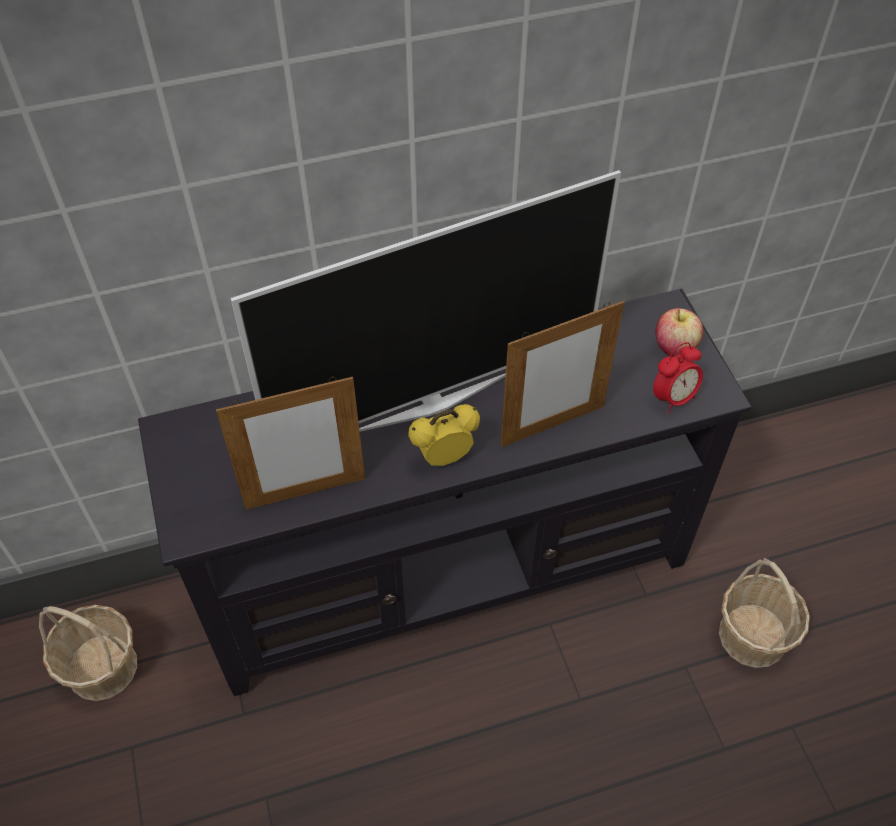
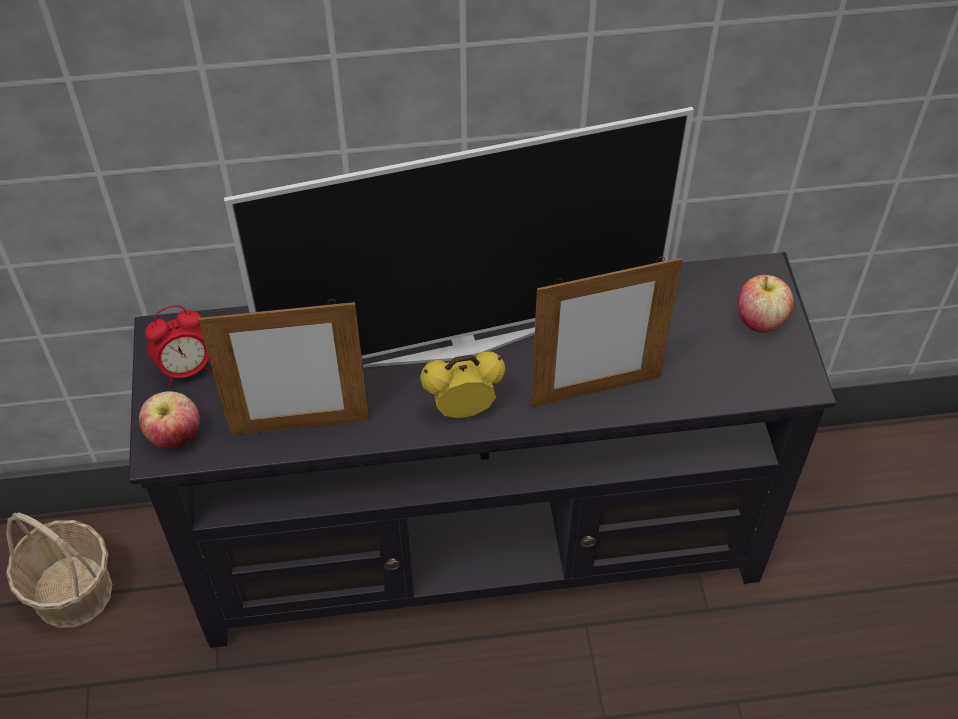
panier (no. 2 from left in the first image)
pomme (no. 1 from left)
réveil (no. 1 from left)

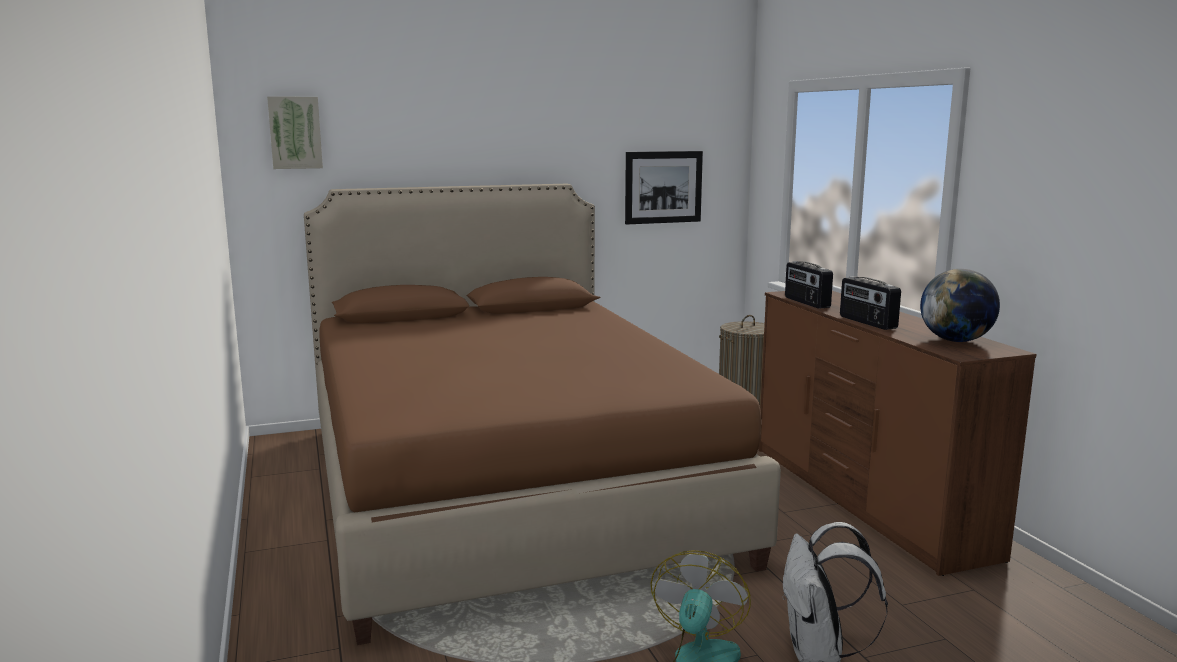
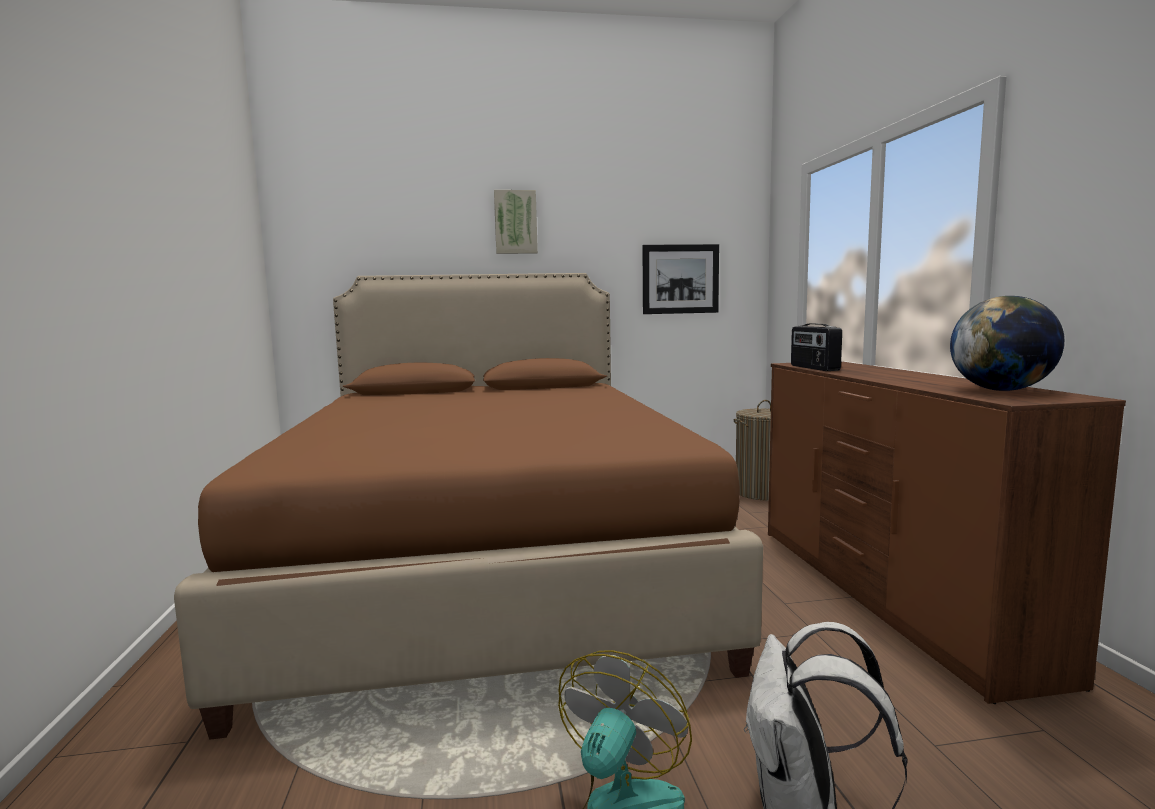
radio (no. 2 from left in the first image)
tableau (no. 1 from left)

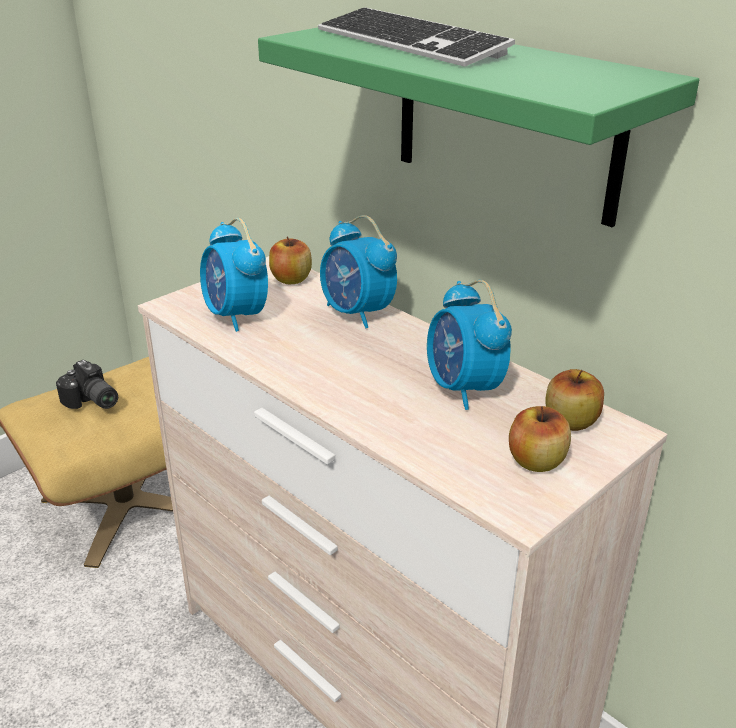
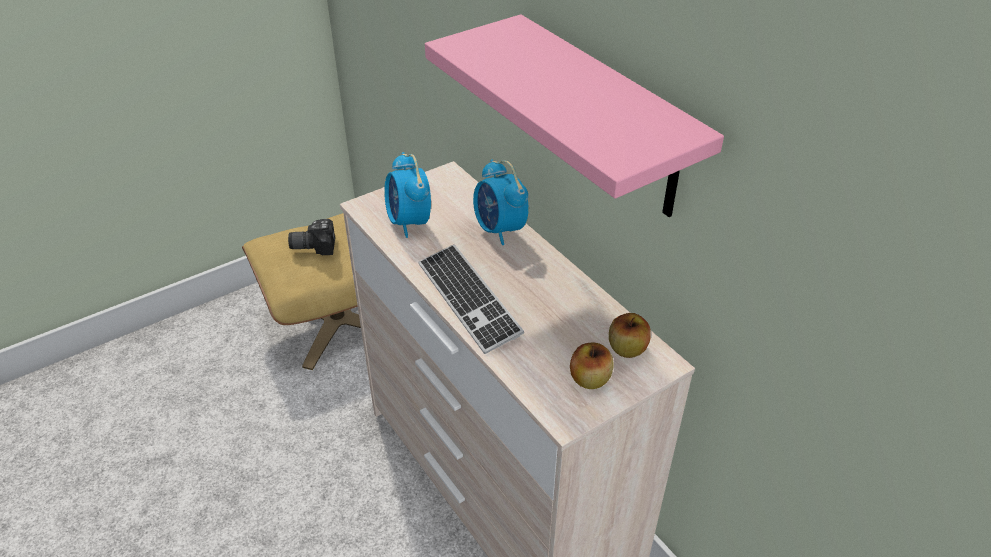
pomme (no. 1 from left in the first image)
réveil (no. 3 from left in the first image)
clavier
étagère (rose)
appareil photo

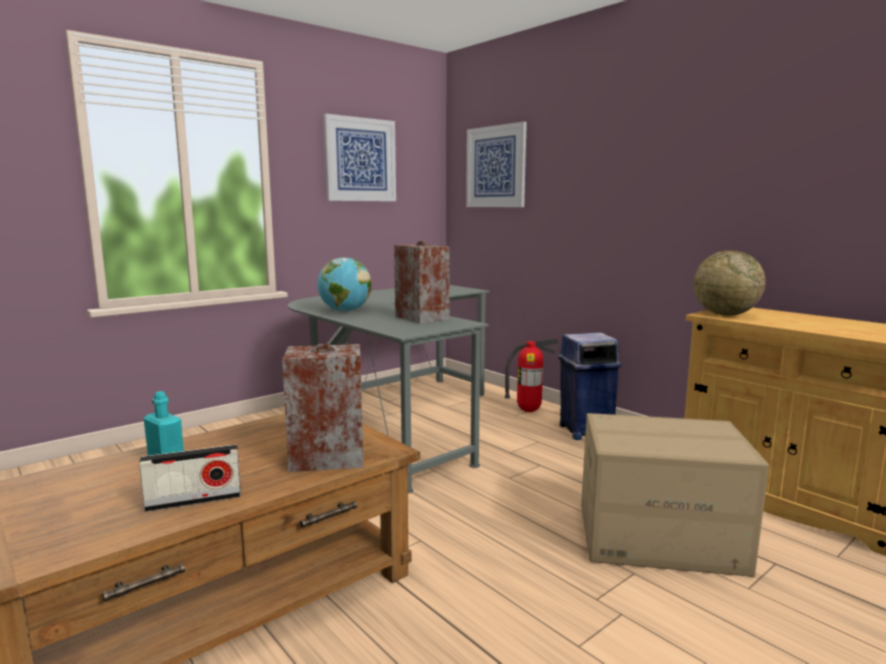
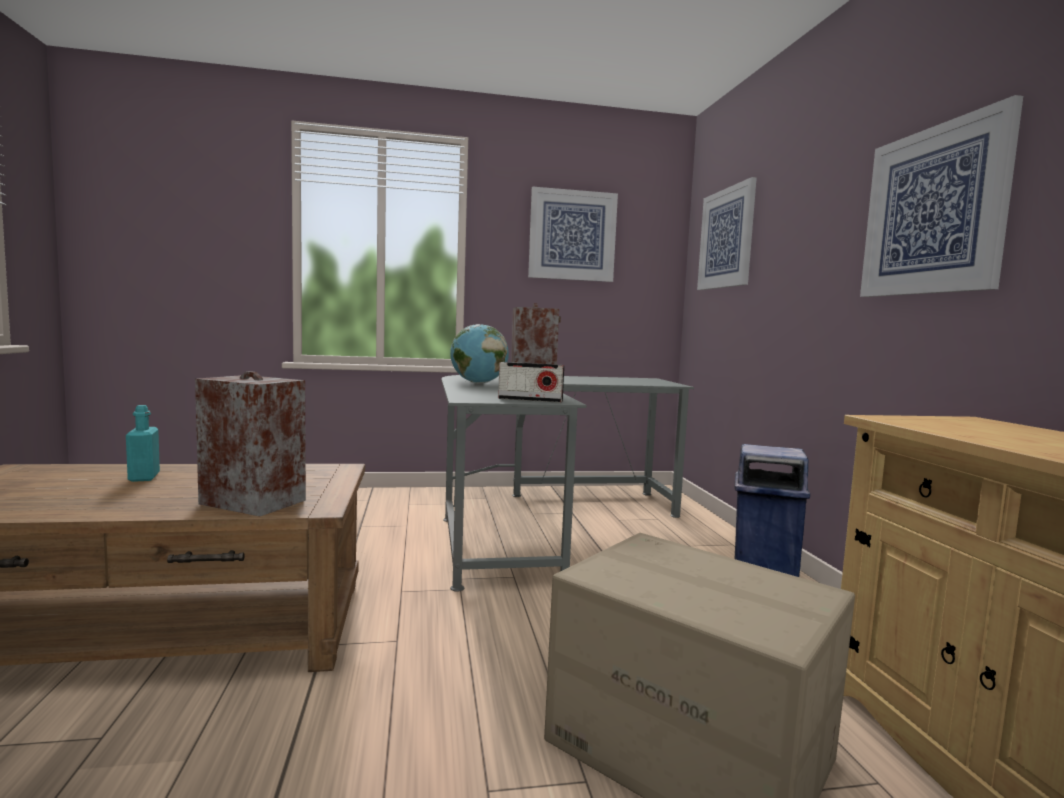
extincteur
globe (no. 2 from left in the first image)
tableau (no. 3 from left)
radio

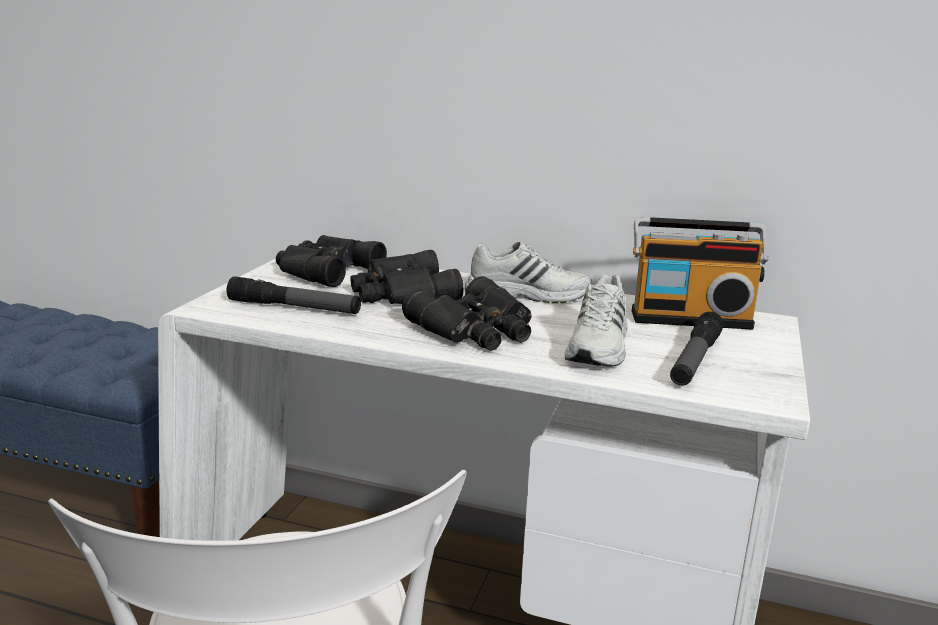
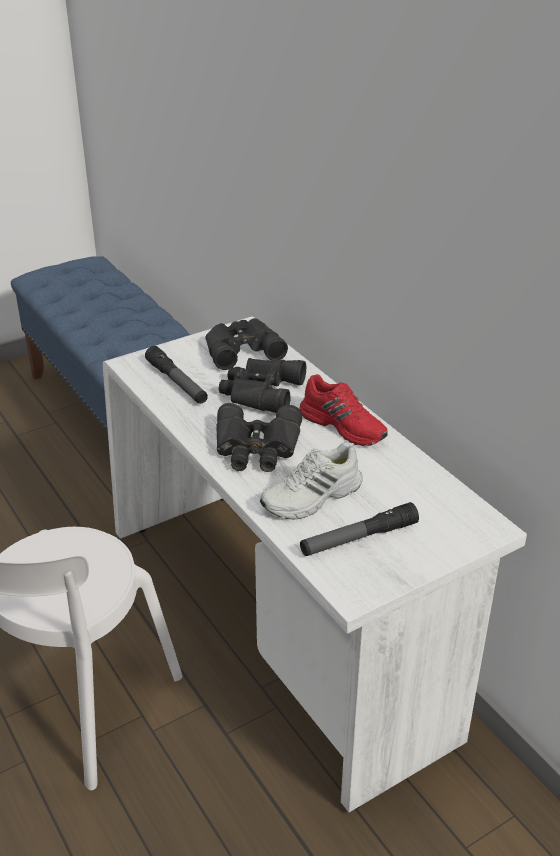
radio
chaussure (rouge)

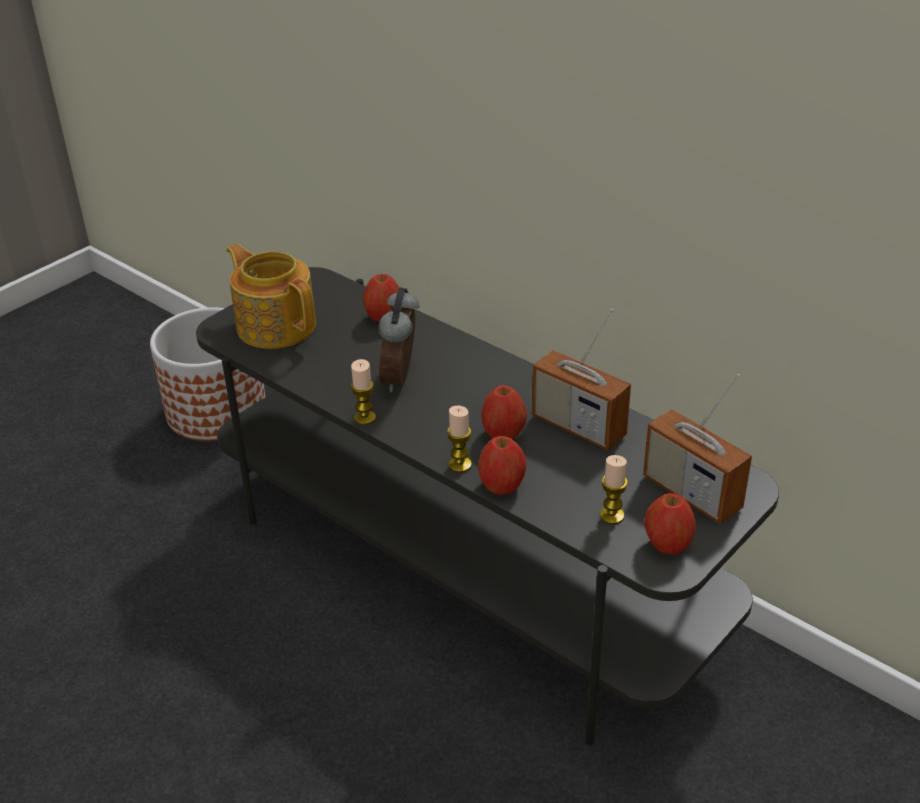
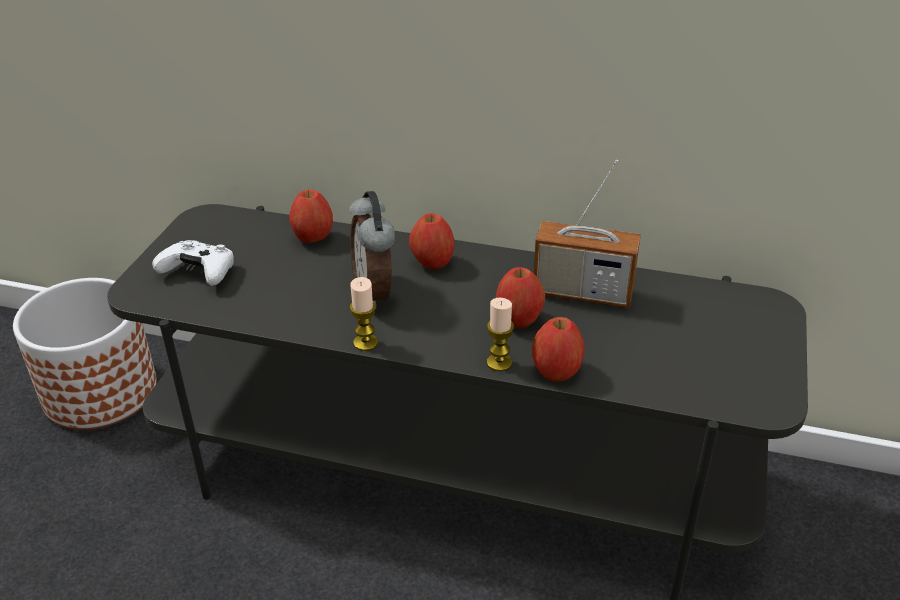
bougie (no. 3 from left in the first image)
radio (no. 2 from left in the first image)
pomme (no. 2 from left)
manette (blanc)

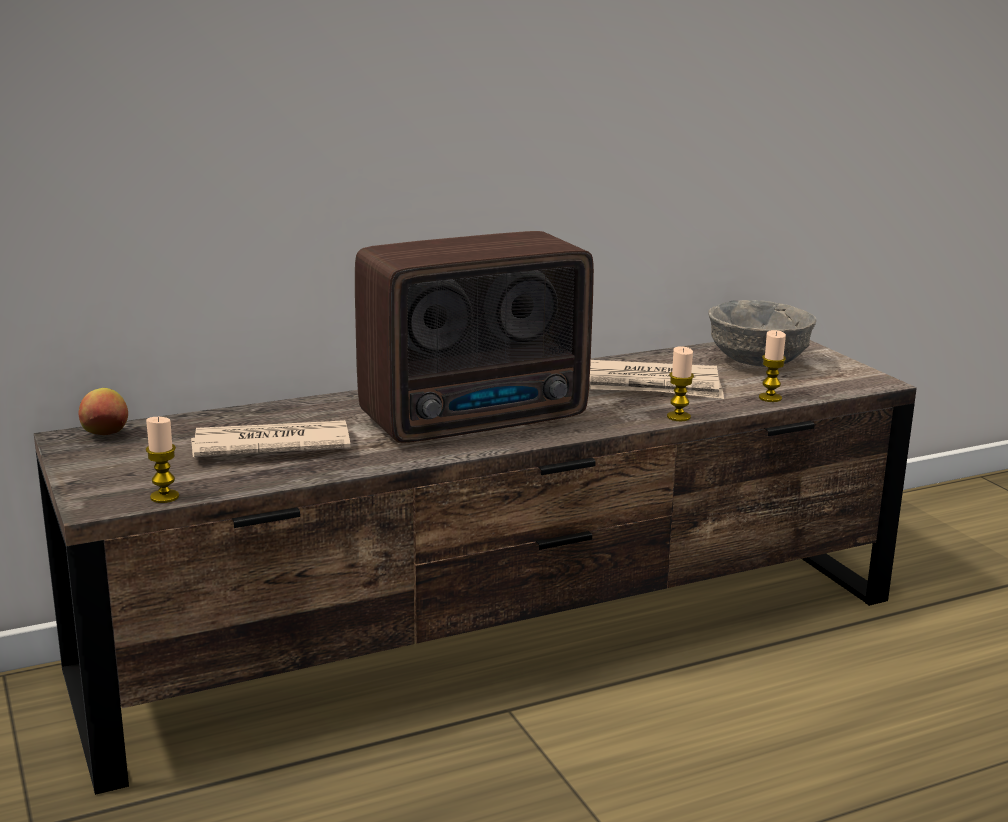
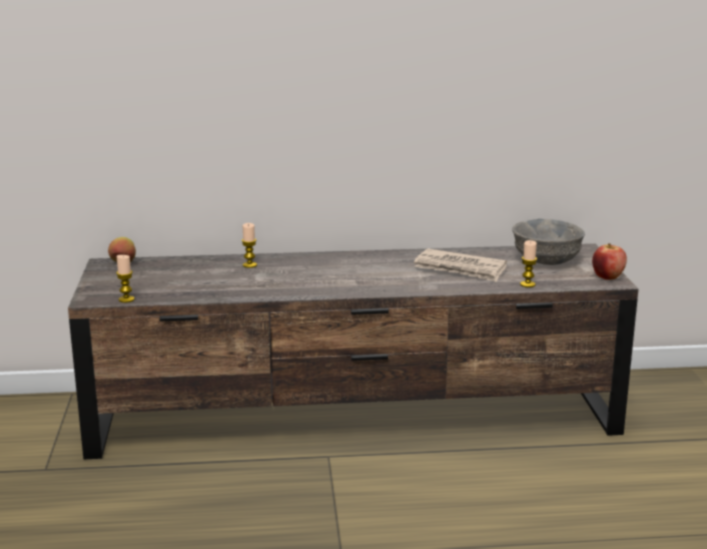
journal (no. 1 from left in the first image)
radio
pomme (no. 2 from left)
bougie (no. 2 from left)

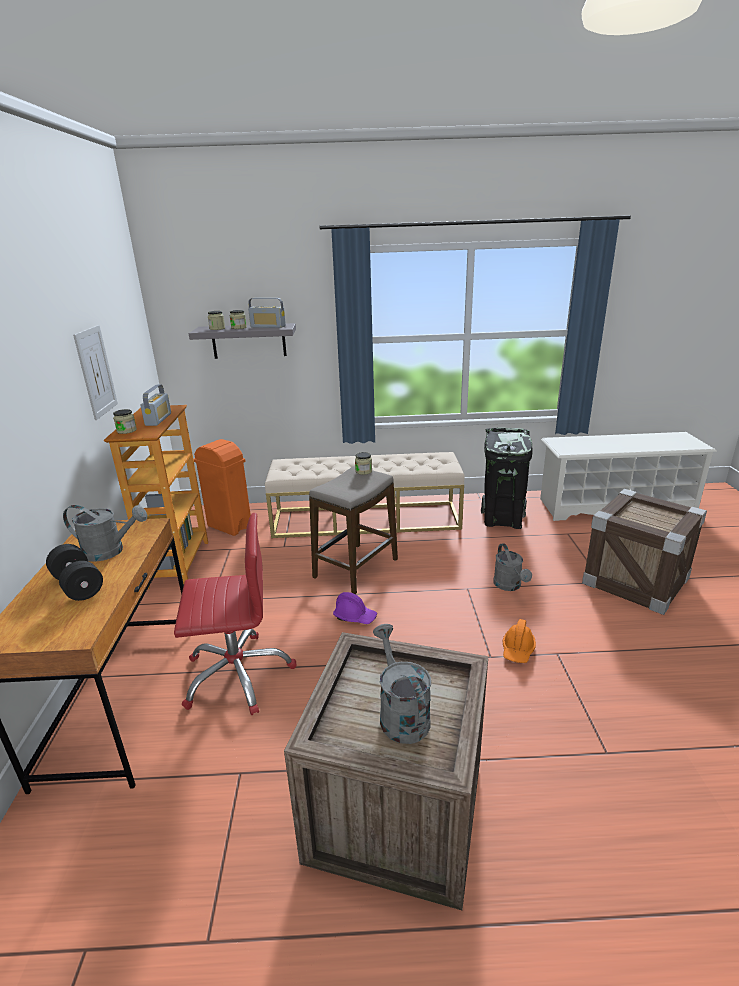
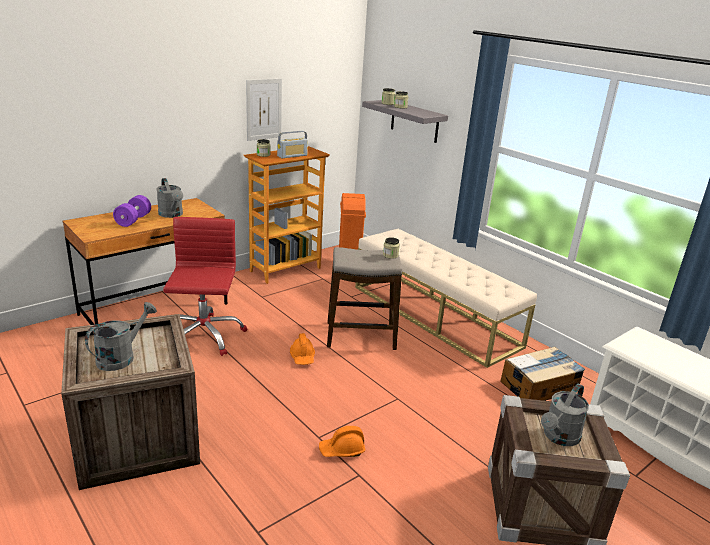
radio (no. 2 from left in the first image)
arrosoir (gris) (no. 3 from left)
carton
haltère (violet)
casque de chantier (orange) (no. 1 from left)
chaise de bureau (rouge)

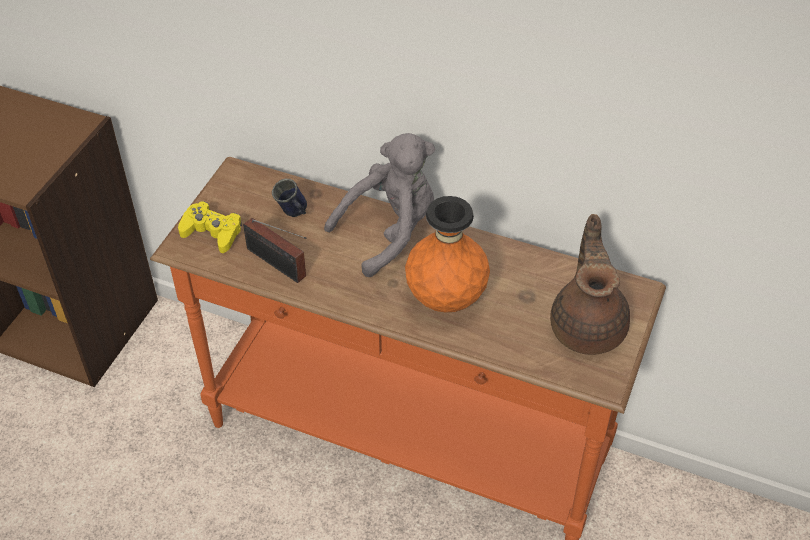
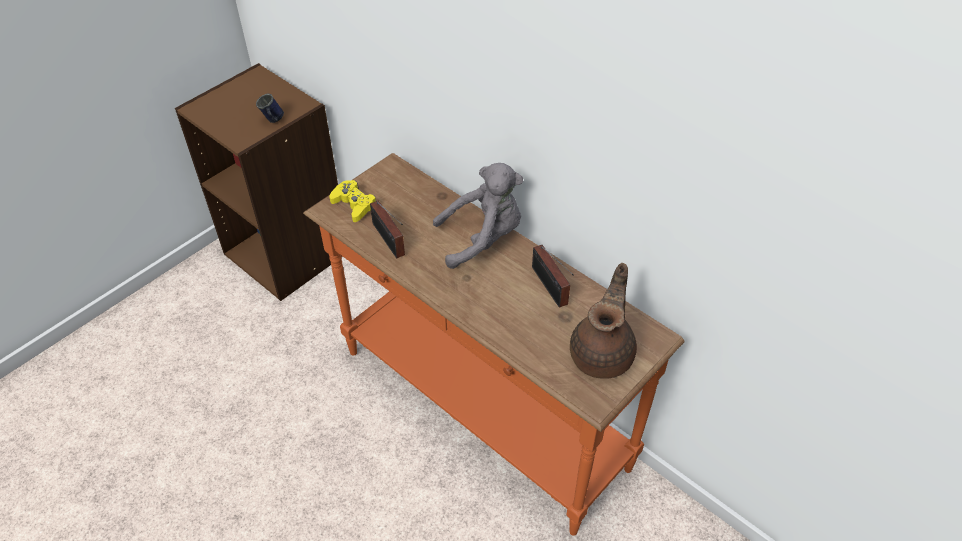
vase (orange)
radio (no. 2 from left)
mug (bleu)

